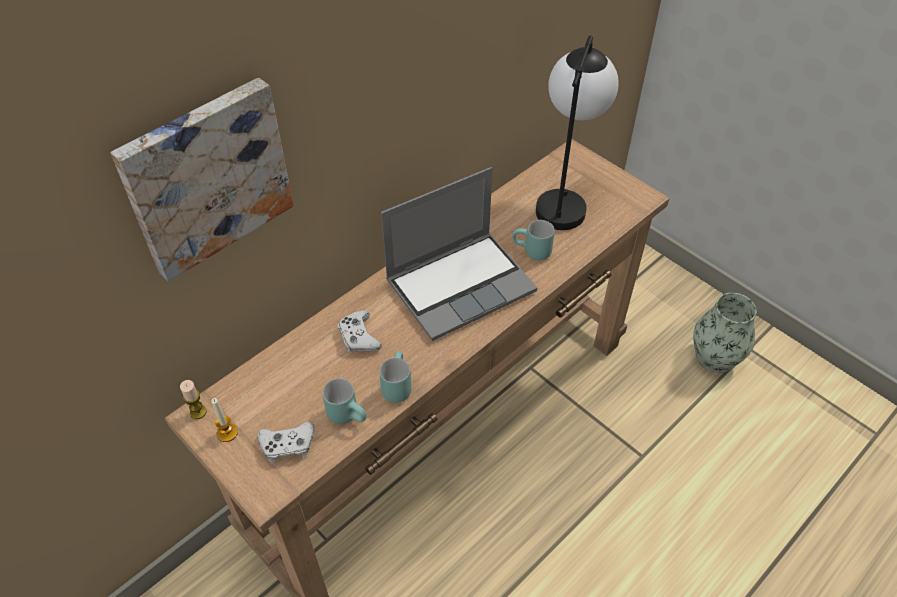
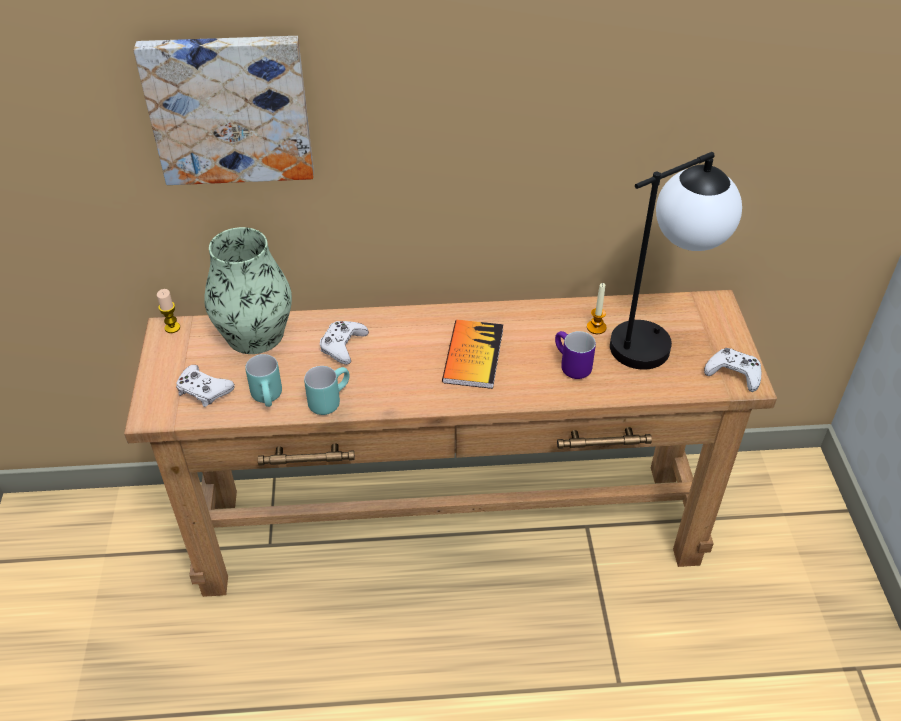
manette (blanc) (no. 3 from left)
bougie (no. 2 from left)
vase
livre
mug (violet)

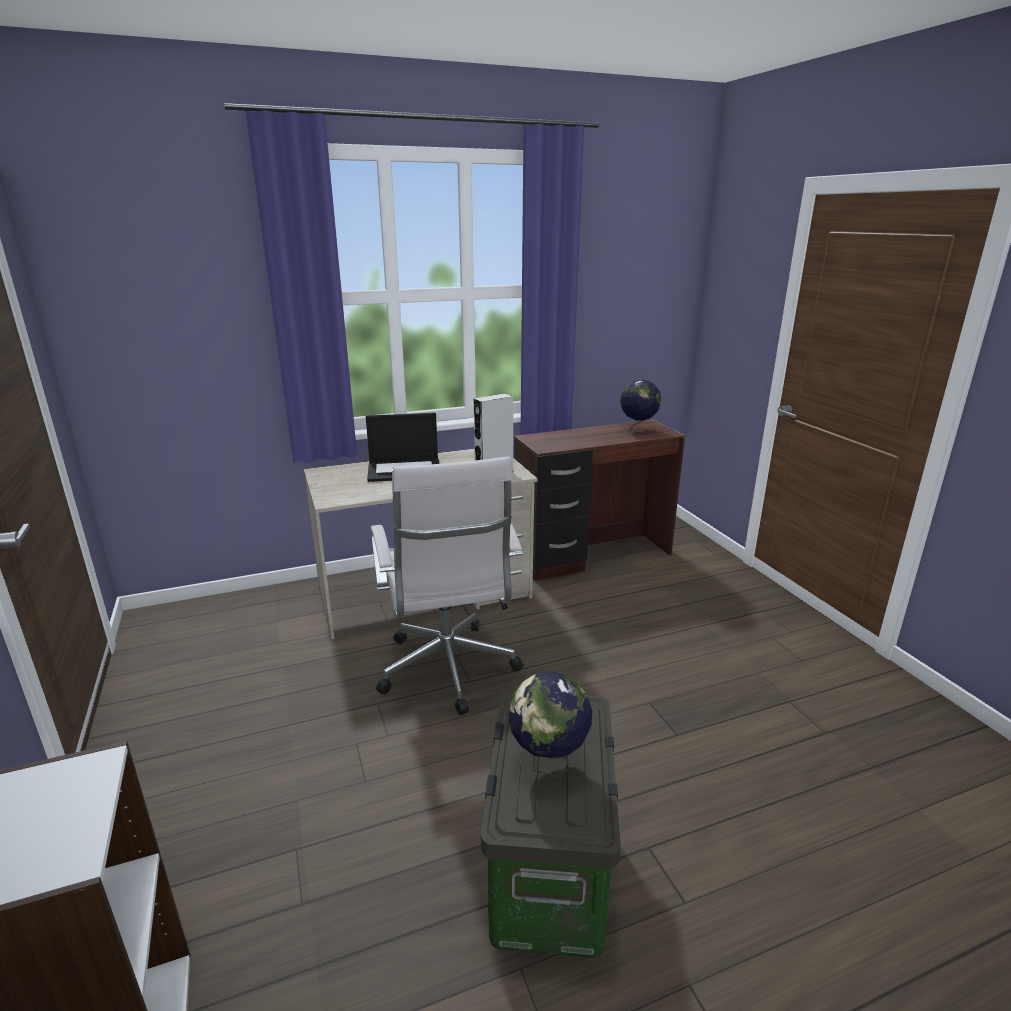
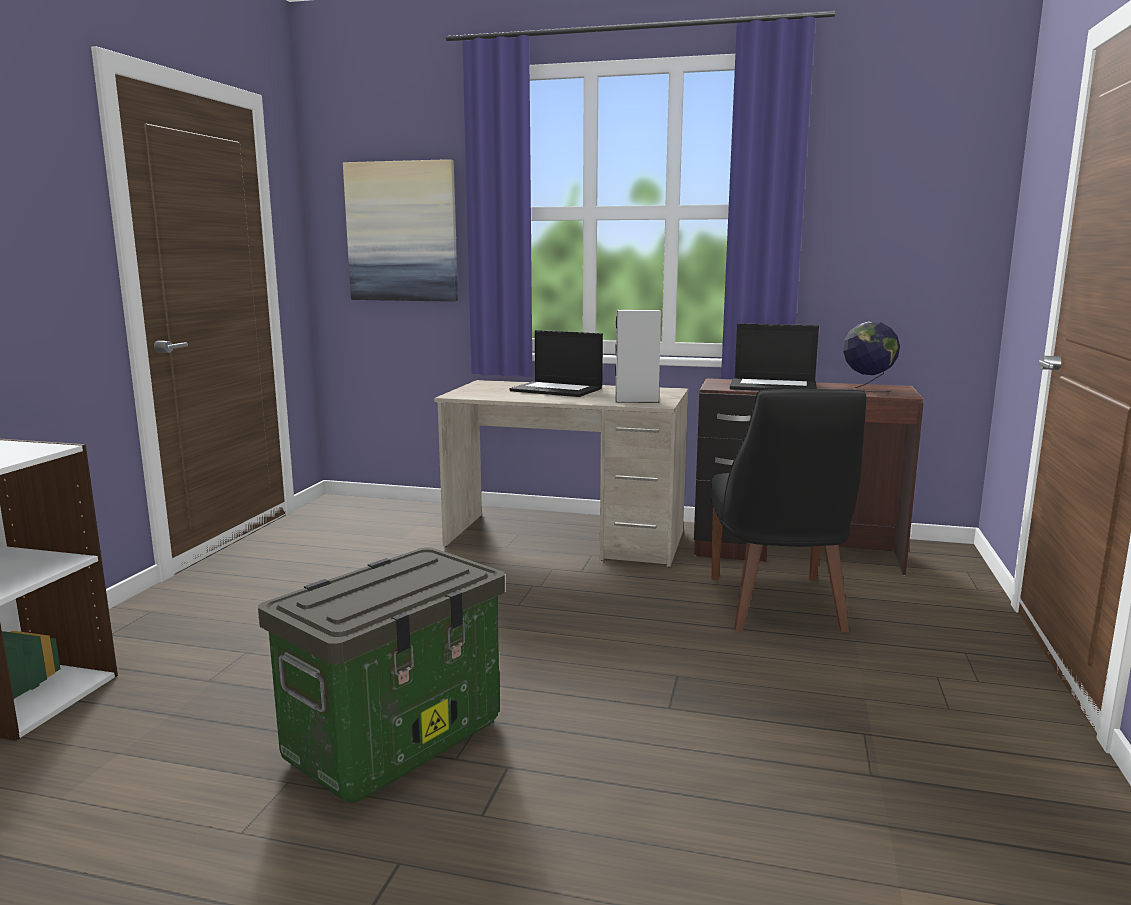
chaise de bureau (blanc)
globe (no. 1 from left in the first image)
tableau
chaise (noir)
ordinateur portable (no. 2 from left)

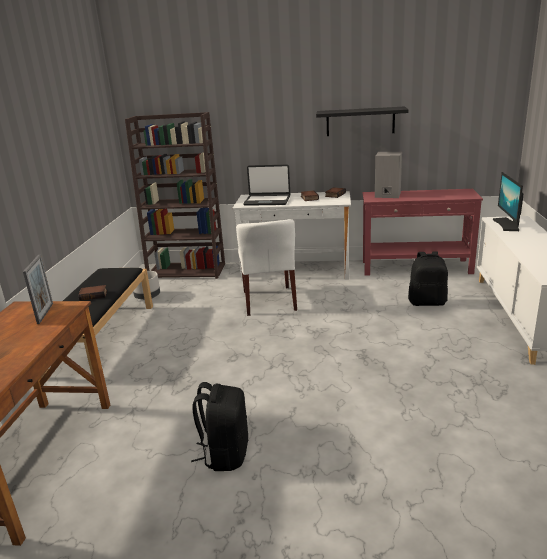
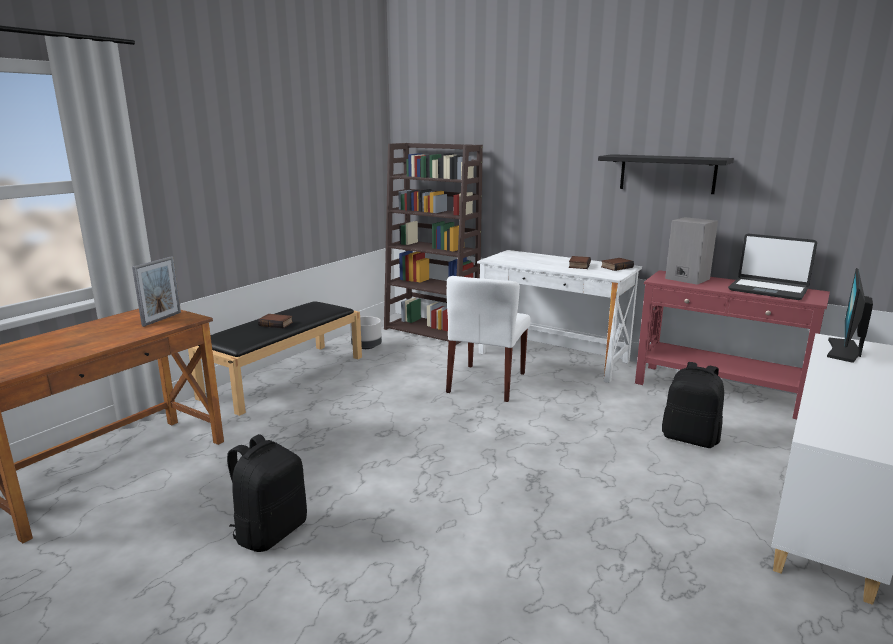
ordinateur portable

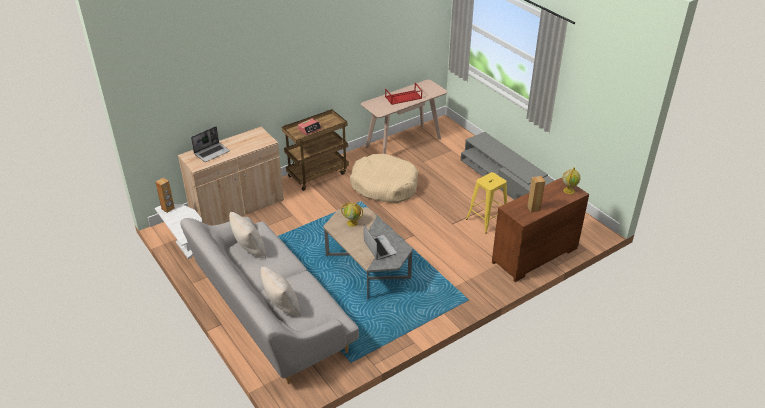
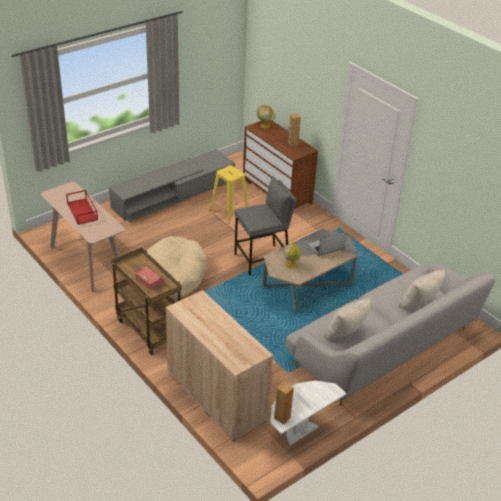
ordinateur portable (no. 1 from left in the first image)
tabouret (gris)

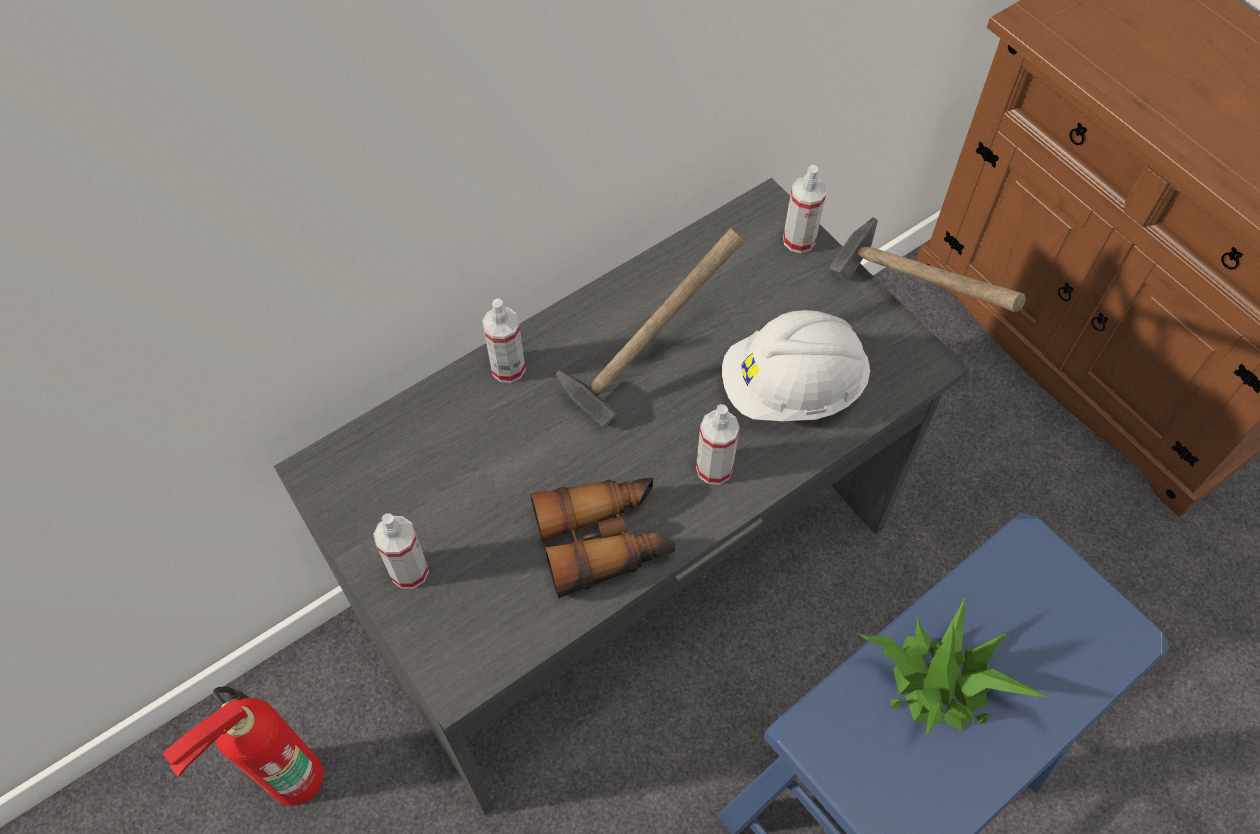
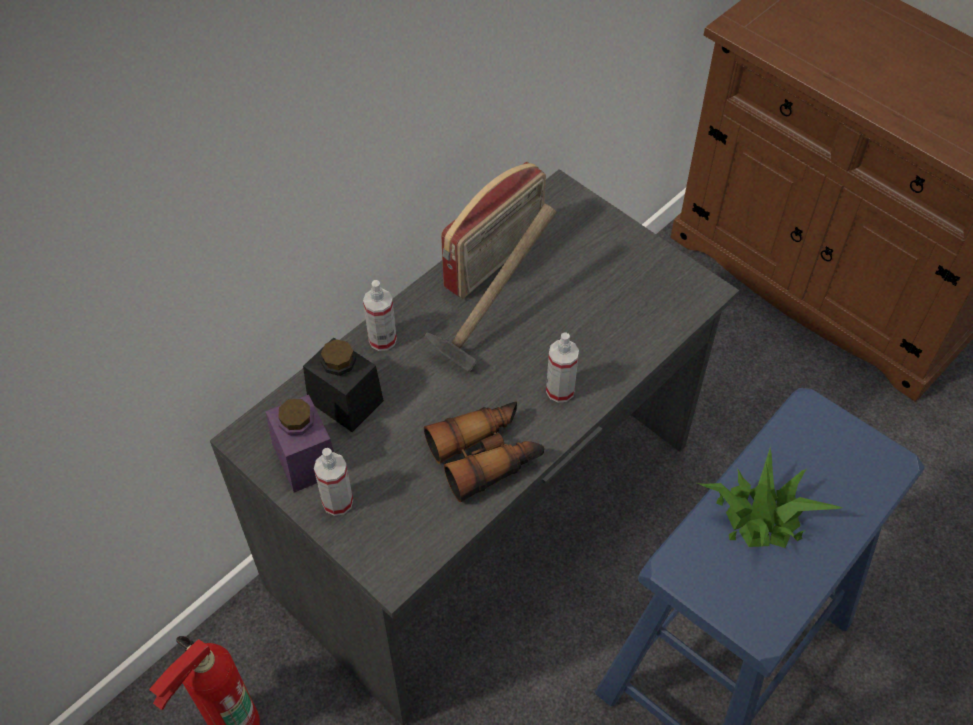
casque de chantier (blanc)
vaporisateur (no. 4 from left in the first image)
marteau (no. 2 from left in the first image)
bocal (violet)
bocal (noir)
radio

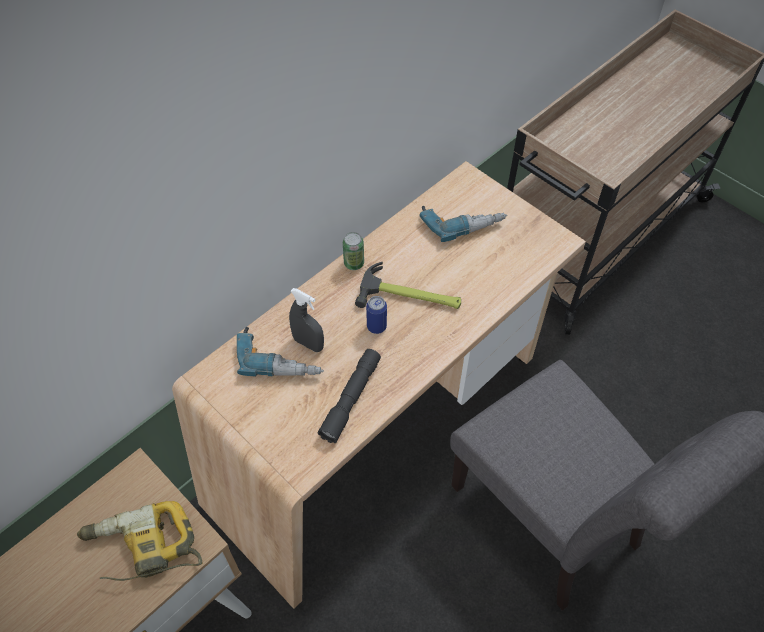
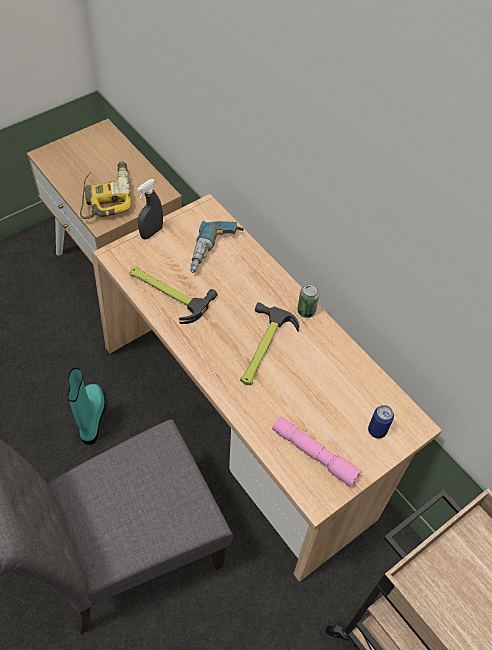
perceuse (no. 3 from left in the first image)
botte (turquoise)
lampe de poche (rose)
vaporisateur (gris)
boîte métallique (no. 2 from left)
marteau (no. 1 from left)

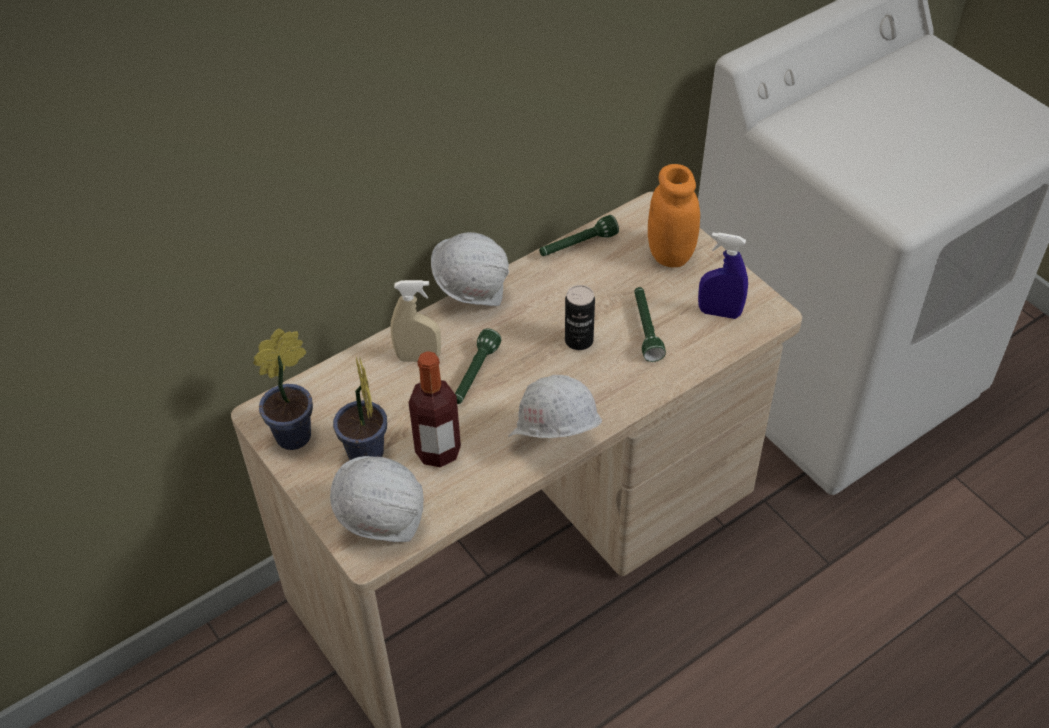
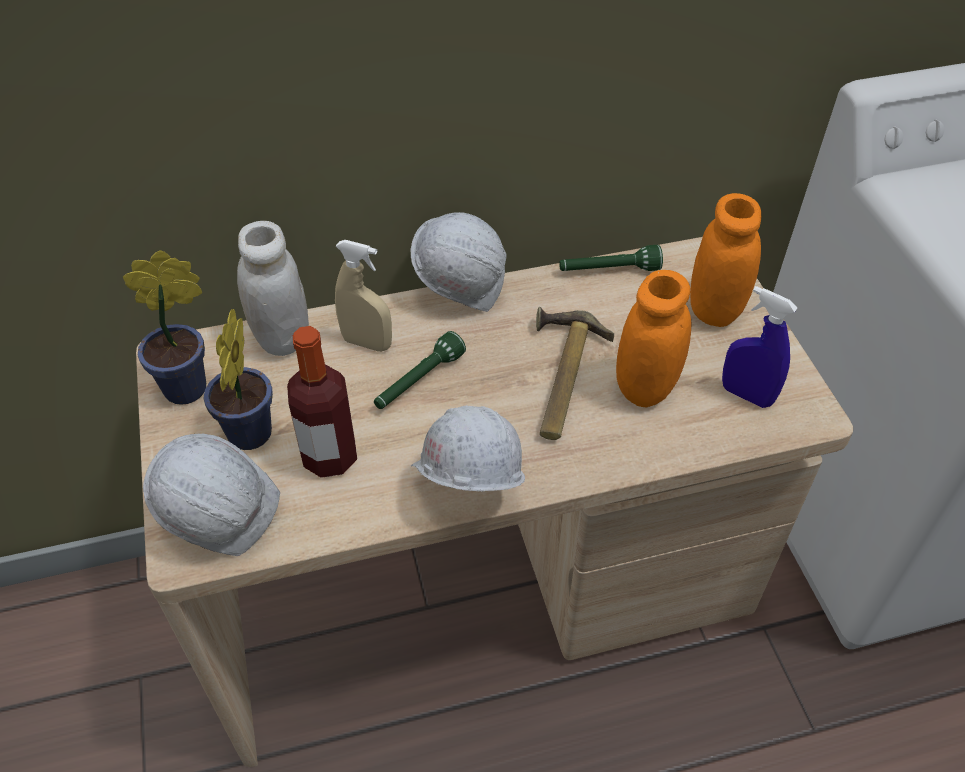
bocal (blanc)
marteau
bocal (orange) (no. 1 from left)

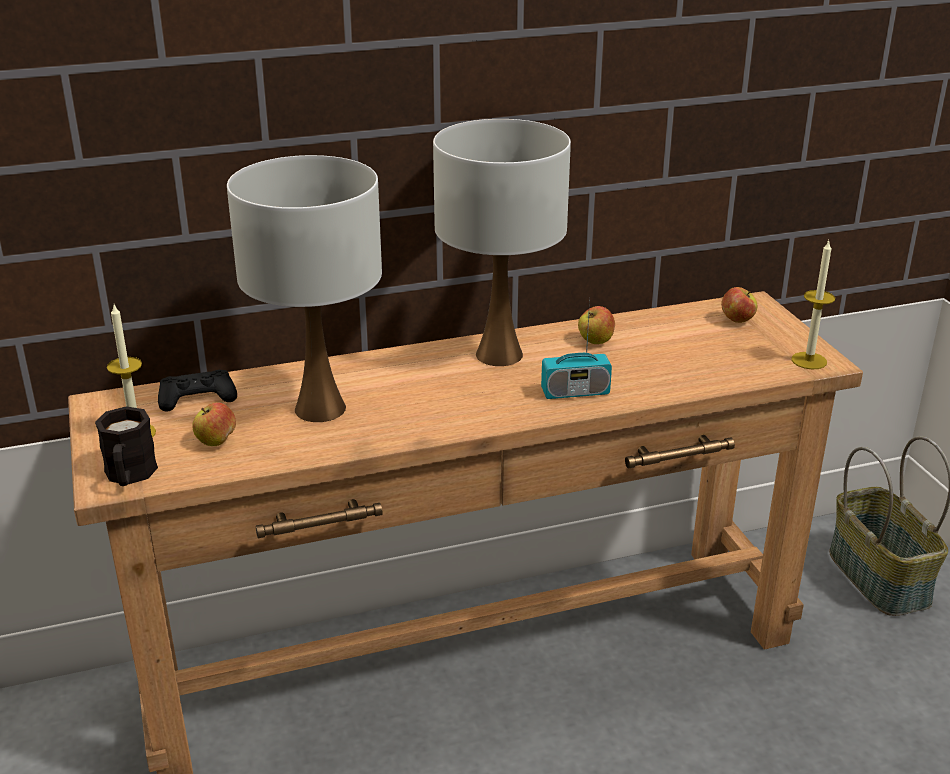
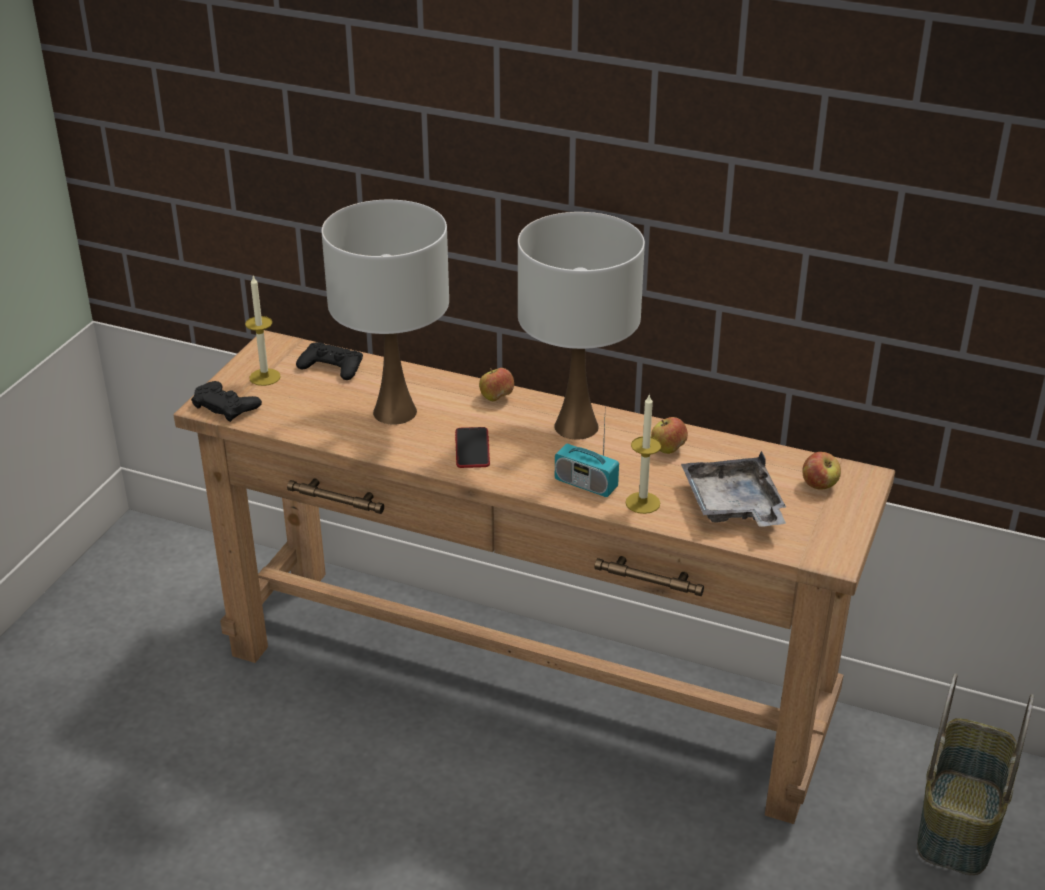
téléphone
plateau (gris)
pomme (no. 1 from left)
bougie (no. 2 from left)
manette (noir) (no. 1 from left)

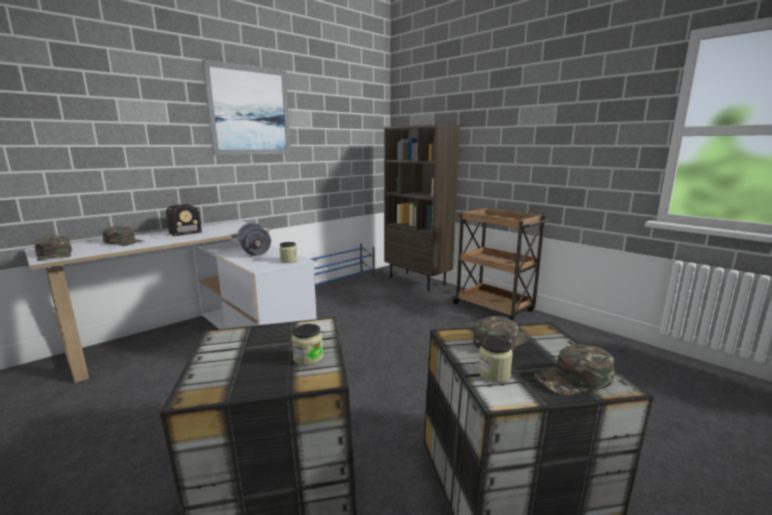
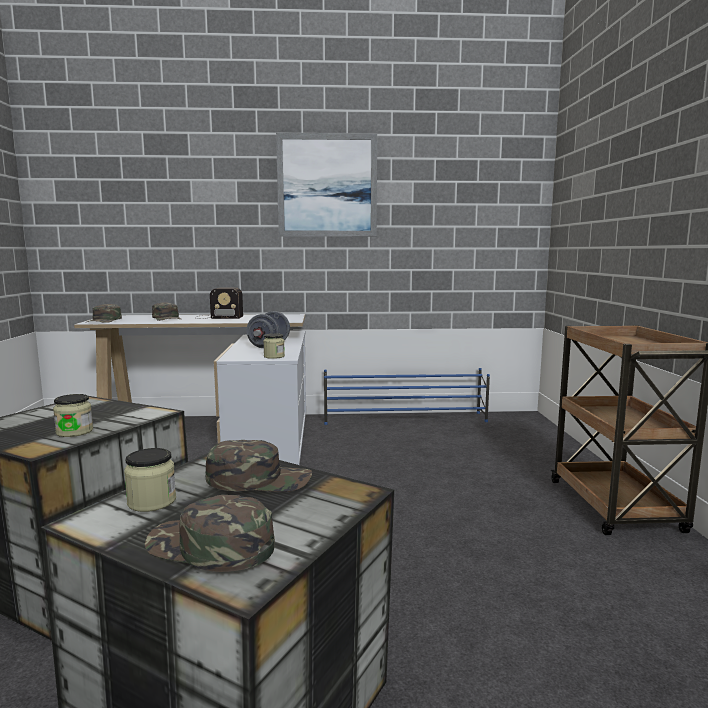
bibliothèque (marron)

